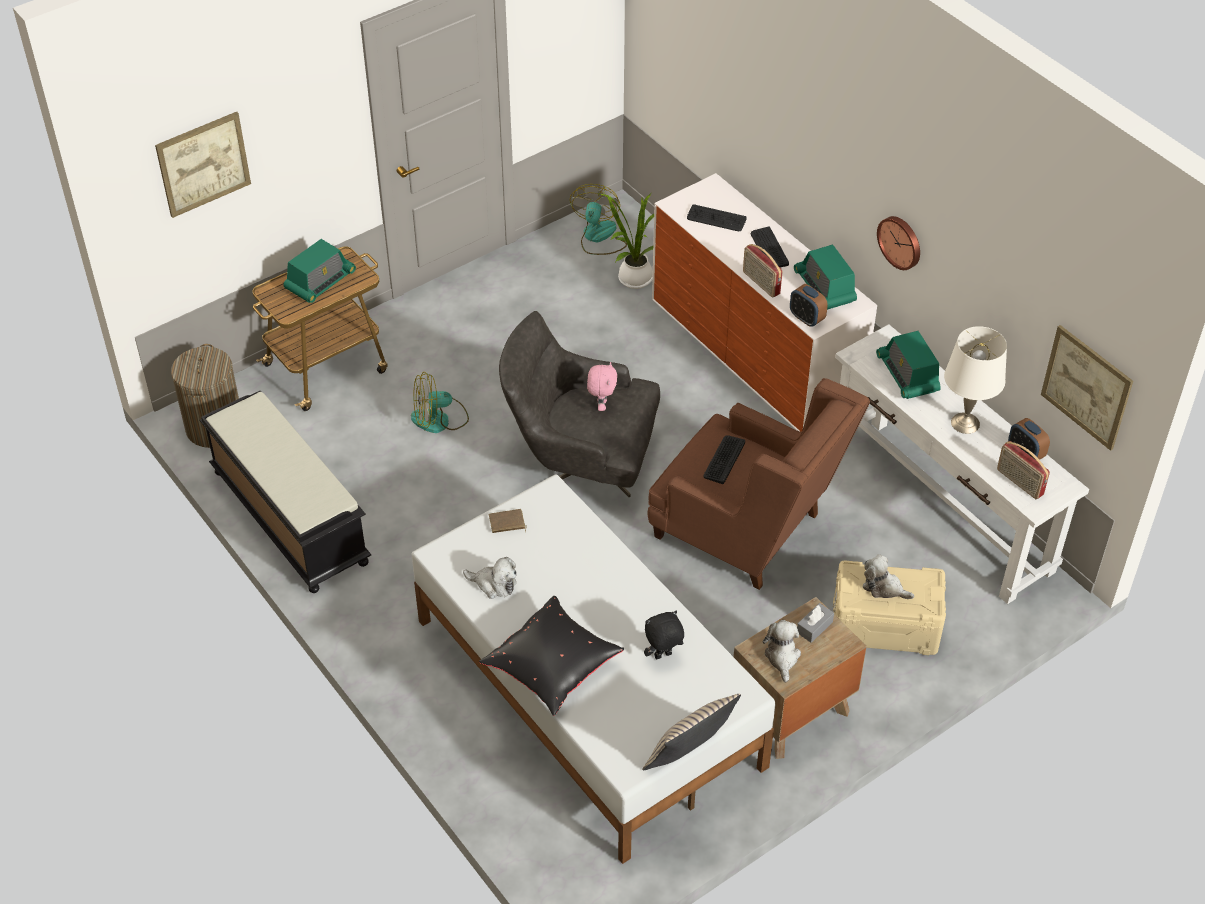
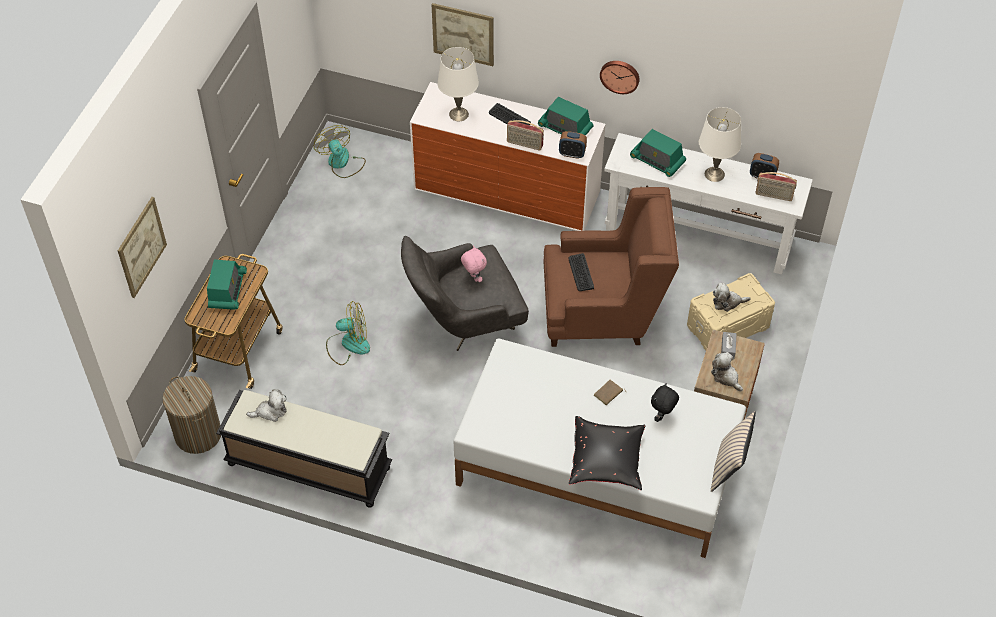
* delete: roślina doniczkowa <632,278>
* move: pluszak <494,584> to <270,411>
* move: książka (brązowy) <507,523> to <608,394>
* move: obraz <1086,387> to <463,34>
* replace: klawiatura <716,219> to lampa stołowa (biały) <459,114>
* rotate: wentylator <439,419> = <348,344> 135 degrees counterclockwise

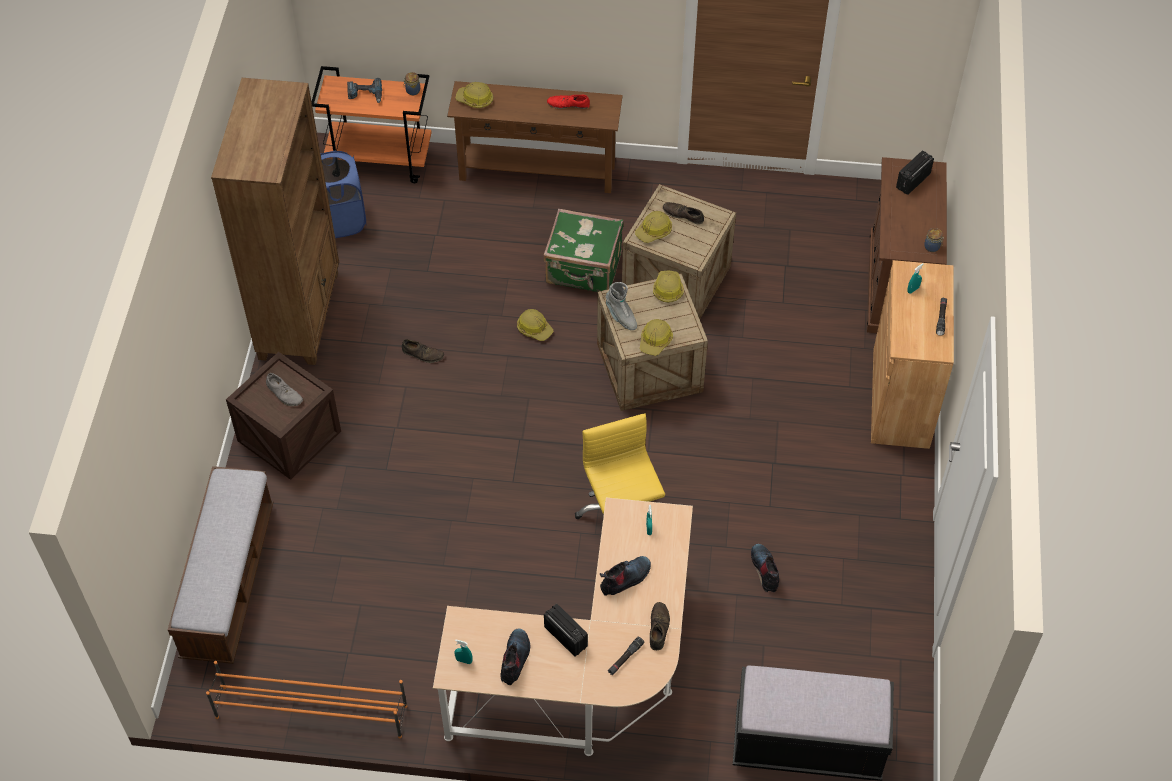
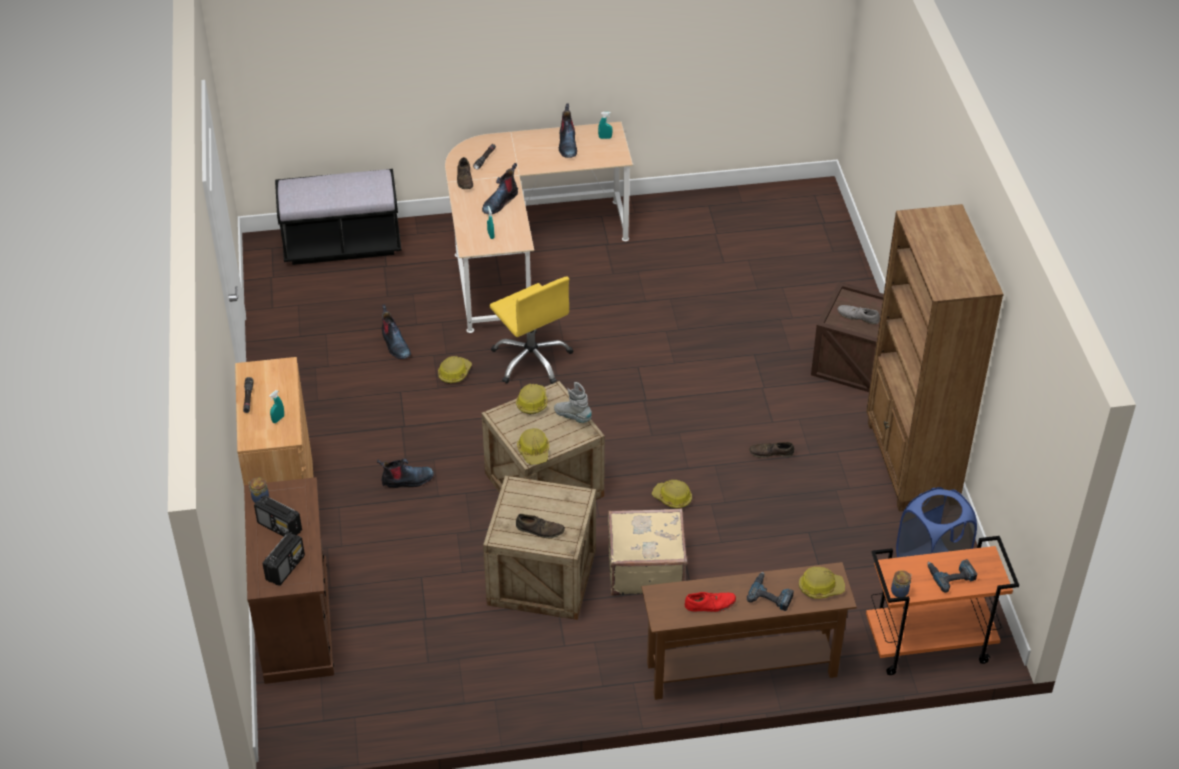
* delete: ławka <229,581>
* delete: regał na buty (pomarańczowy) <310,711>
* insert: but z cholewką <406,481>
* insert: wiertarka <771,594>
* move: radio <565,636> to <280,527>
* move: kask <654,231> to <454,373>
* recolor: walizka (zielony) <584,269> to walizka (beżowy) <645,568>

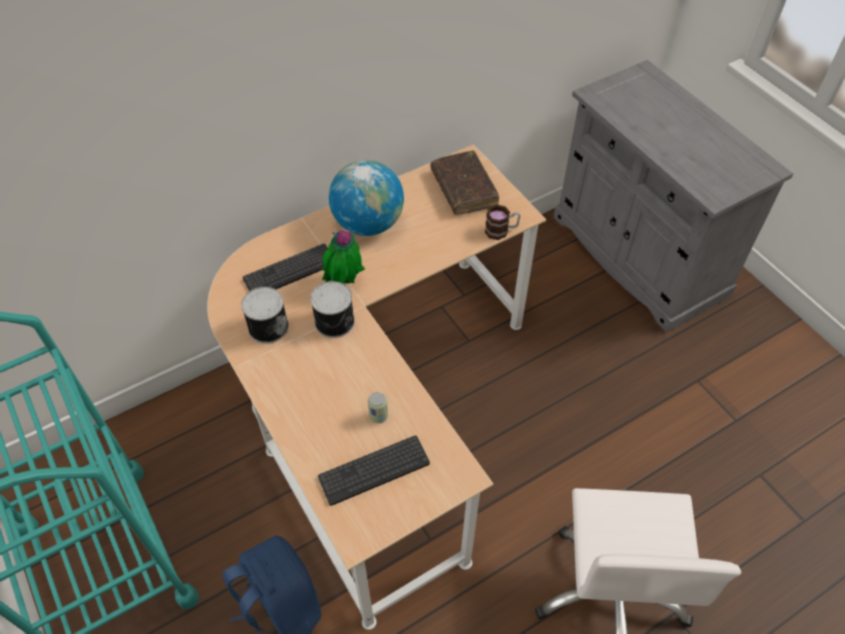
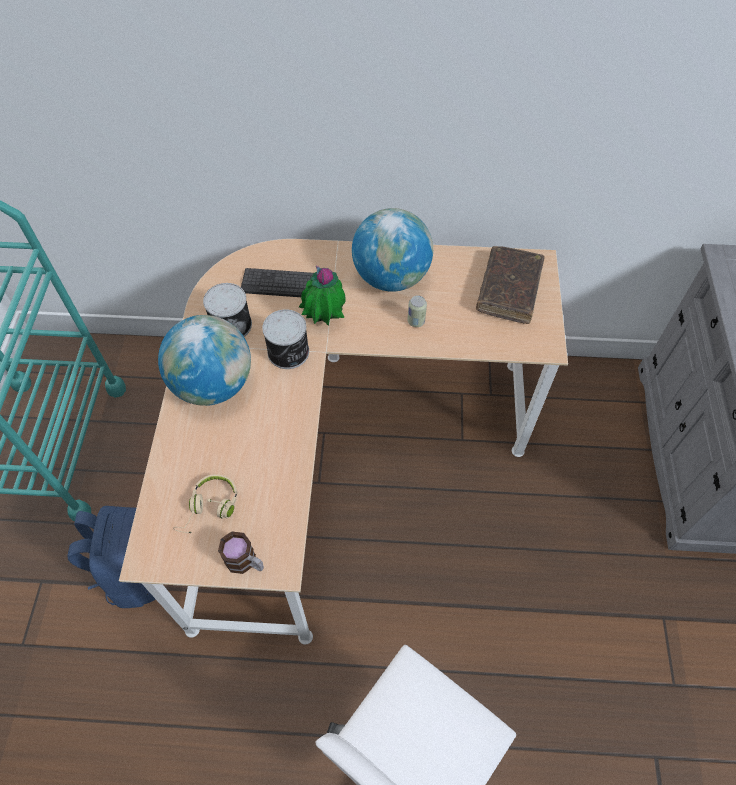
* insert: globus <213,384>
* move: puszka <378,416> to <416,321>
* move: kubek <501,231> to <246,562>
* replace: klawiatura <374,470> to słuchawki (beżowy) <210,508>

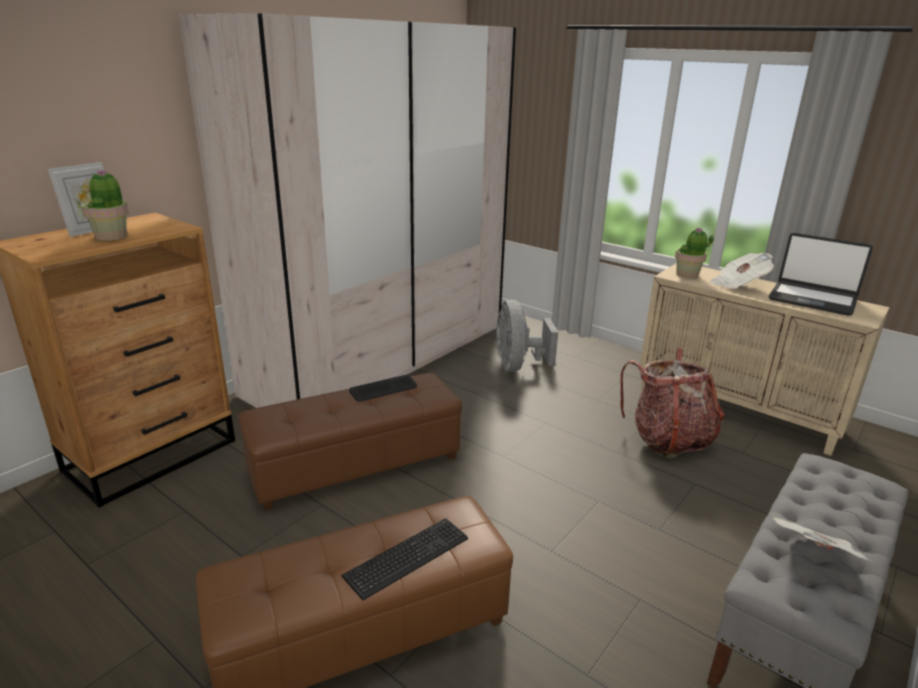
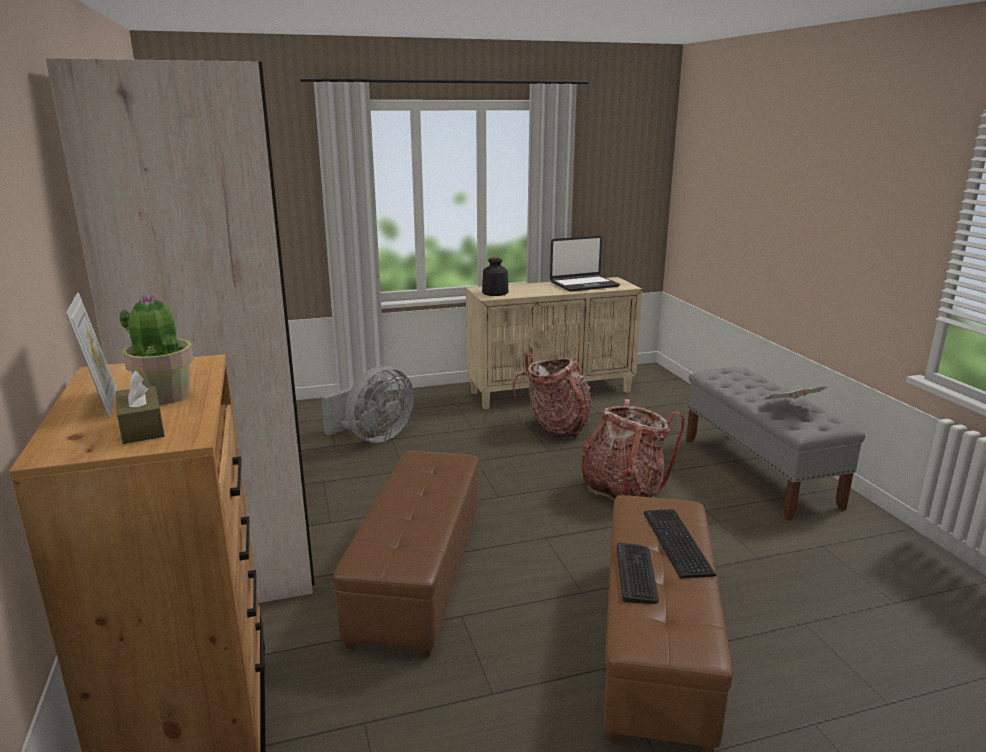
* delete: gazeta <738,284>
* insert: pudełko chusteczek (brązowy) <142,427>
* insert: plecak <623,489>
* move: klawiatura <383,389> to <636,573>
* replace: roślina doniczkowa <687,275> to butelka <495,293>
* rotate: wentylator (szary) <518,366> = <374,437> 75 degrees counterclockwise

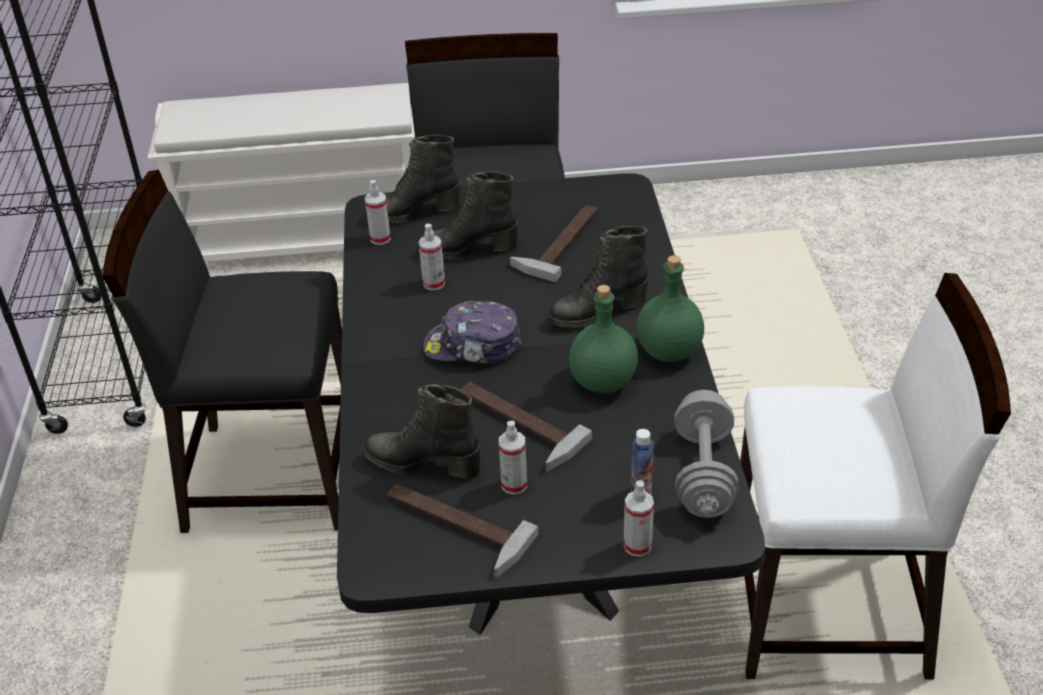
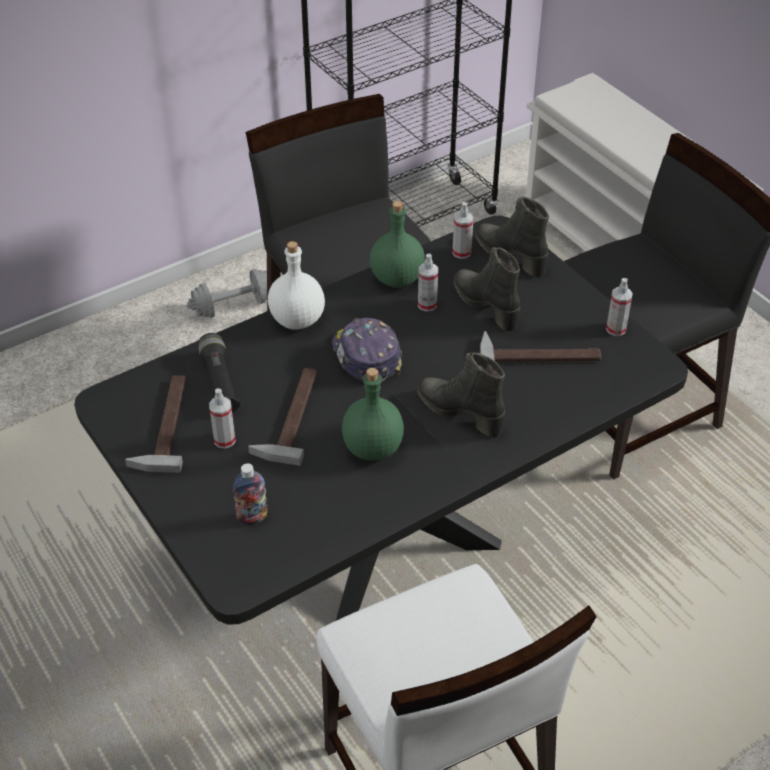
* insert: butelka (biały) <296,320>
* move: spryskiwacz <637,546> to <616,329>
* move: butelka (zielony) <669,352> to <396,279>
* move: hantel (szary) <703,473> to <233,306>
* replace: but z cholewką (czarny) <423,463> to latarka (czarny) <219,383>

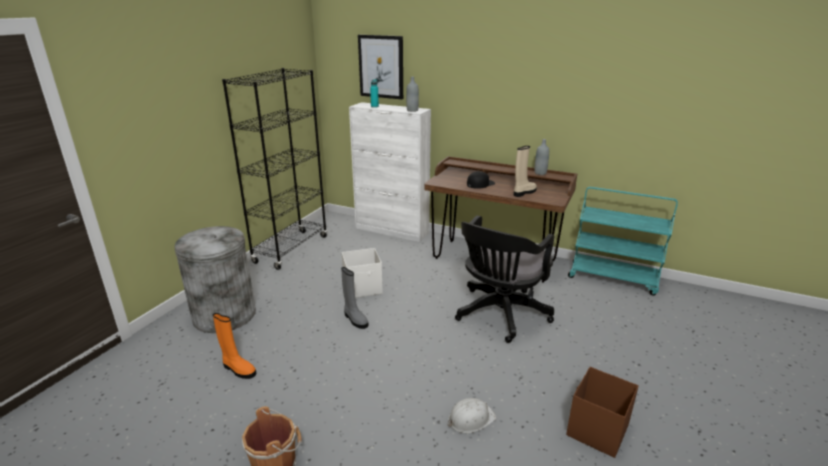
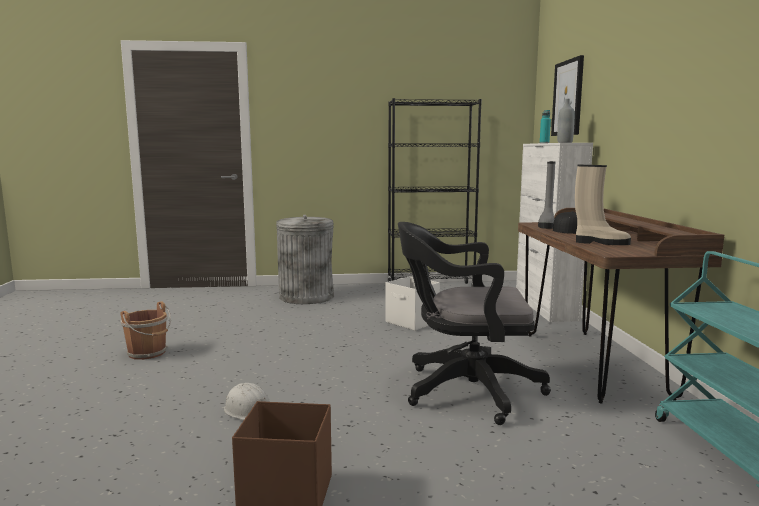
* delete: but z cholewką (pomarańczowy) <238,369>
* delete: butelka (szary) <540,173>
* move: but z cholewką (szary) <355,319> to <547,225>

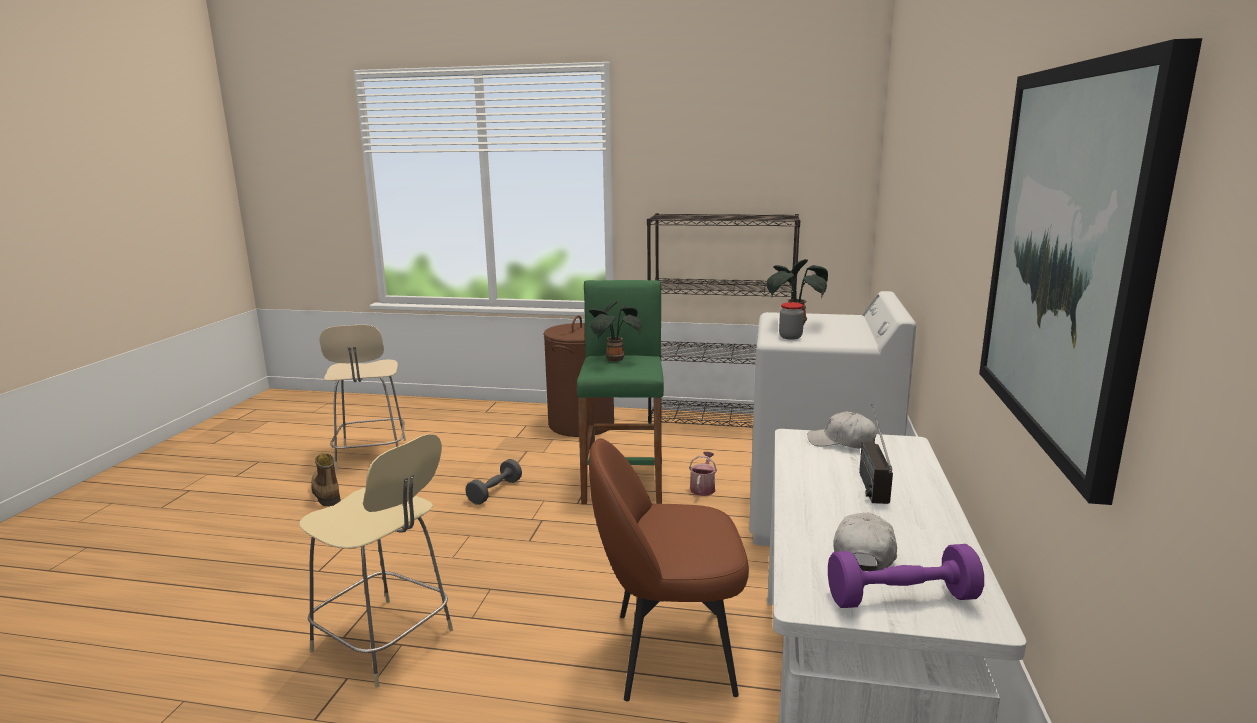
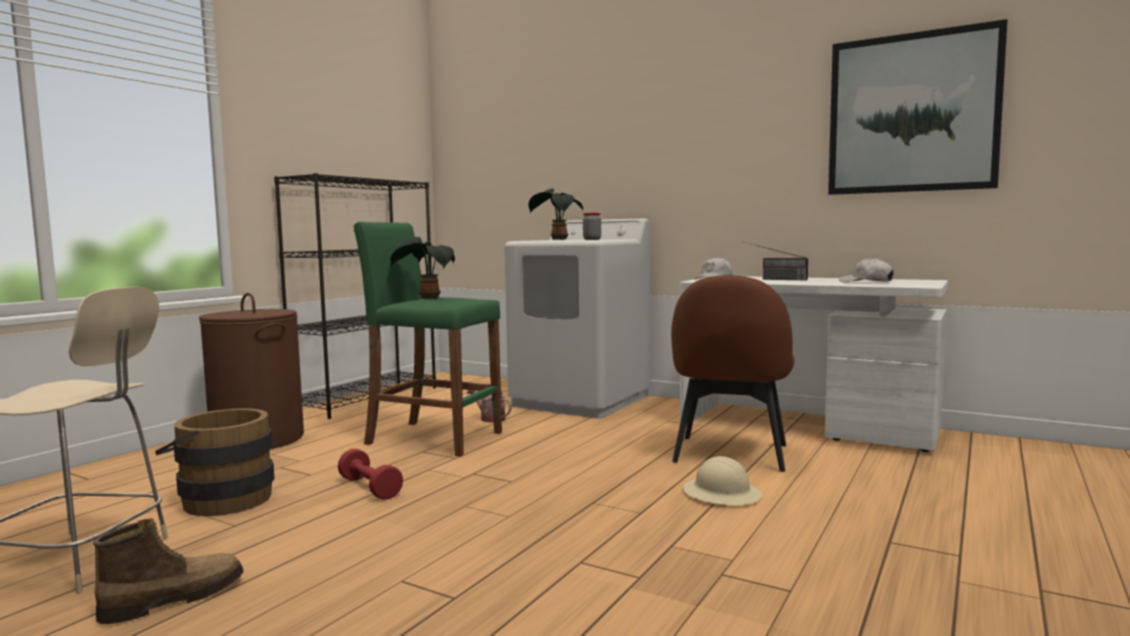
* delete: stołek (beżowy) <386,642>
* delete: hantel (fioletowy) <901,599>
* insert: wiadro (brązowy) <220,499>
* insert: kask (beżowy) <722,494>
* recolor: hantel (szary) <495,492> to hantel (czerwony) <370,488>
* rotate: but z cholewką <325,493> = <173,599> 150 degrees clockwise

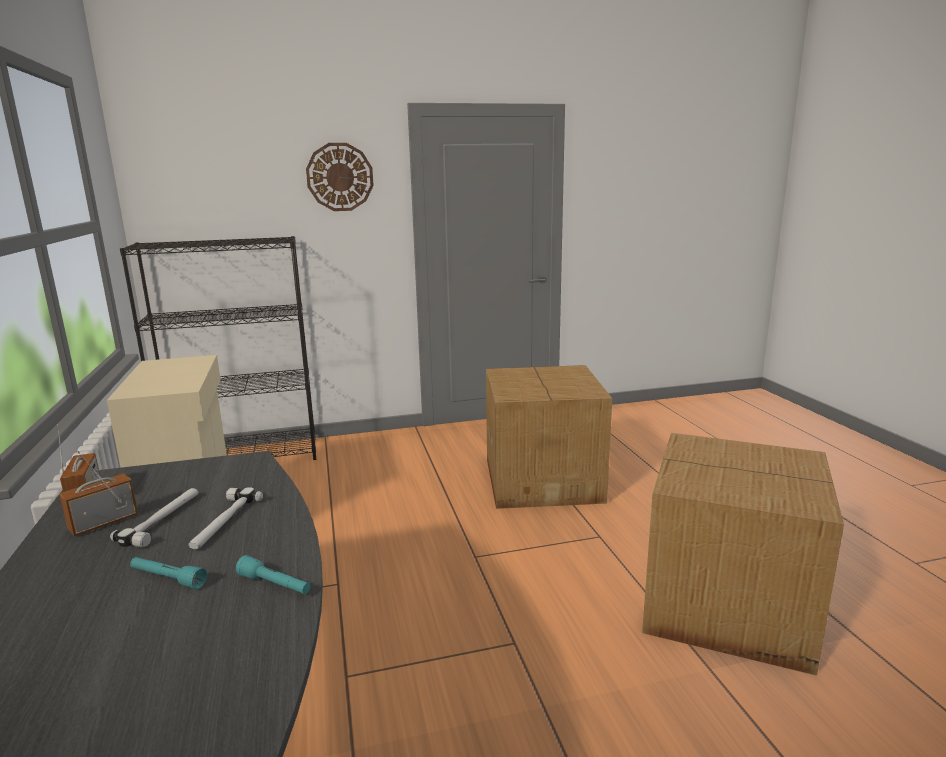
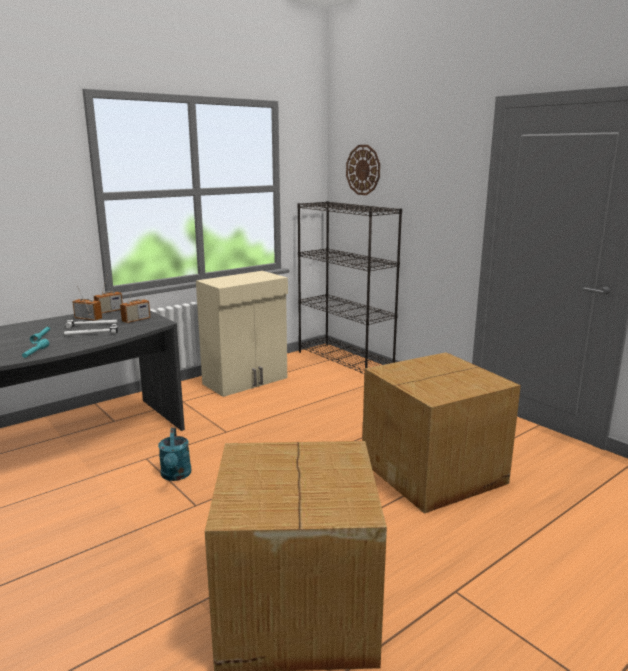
* insert: radio <136,320>
* insert: konewka (turkusowy) <176,476>
* move: zegar ścienny <340,177> to <363,170>

